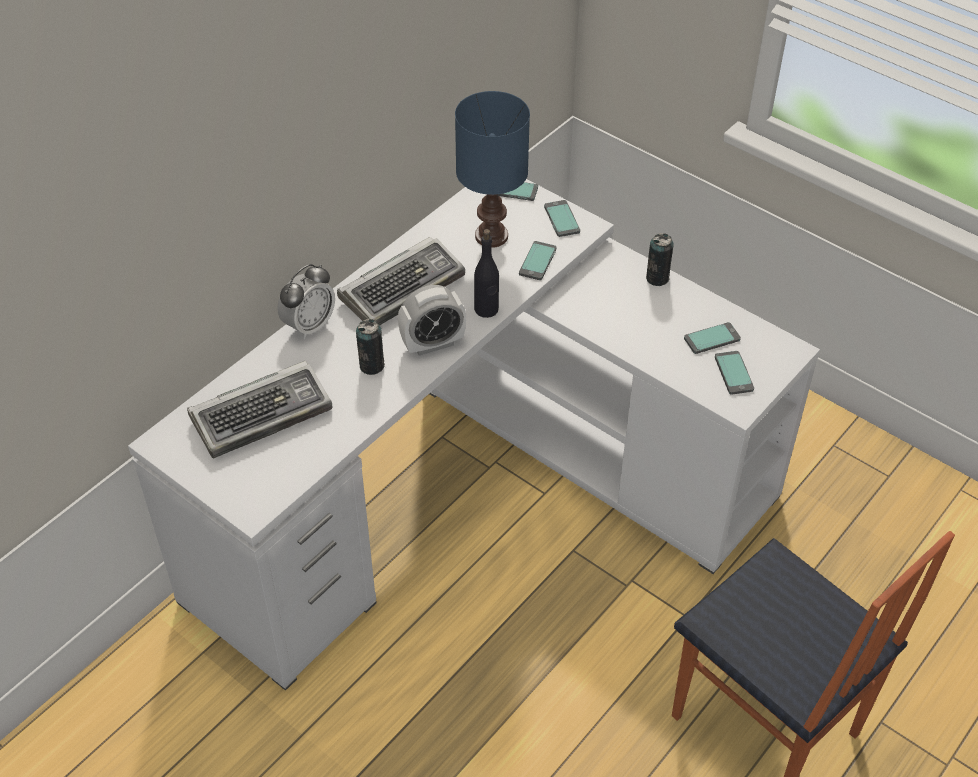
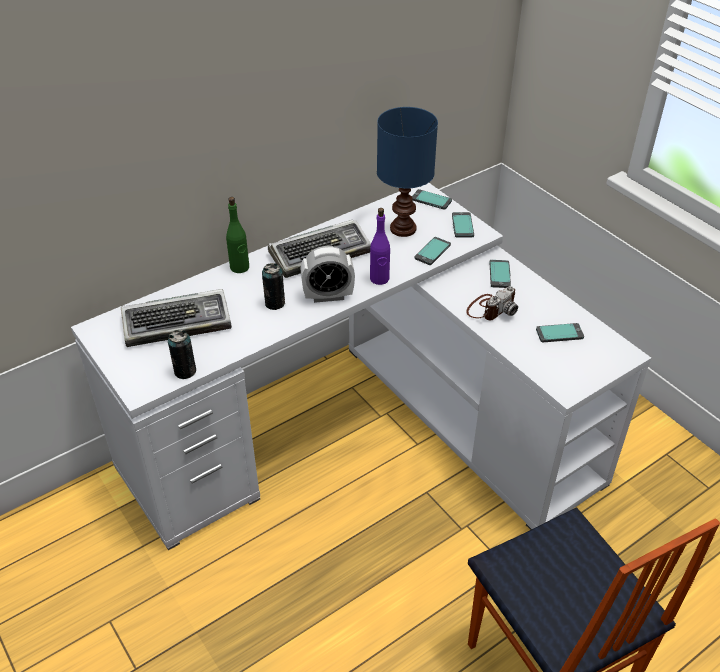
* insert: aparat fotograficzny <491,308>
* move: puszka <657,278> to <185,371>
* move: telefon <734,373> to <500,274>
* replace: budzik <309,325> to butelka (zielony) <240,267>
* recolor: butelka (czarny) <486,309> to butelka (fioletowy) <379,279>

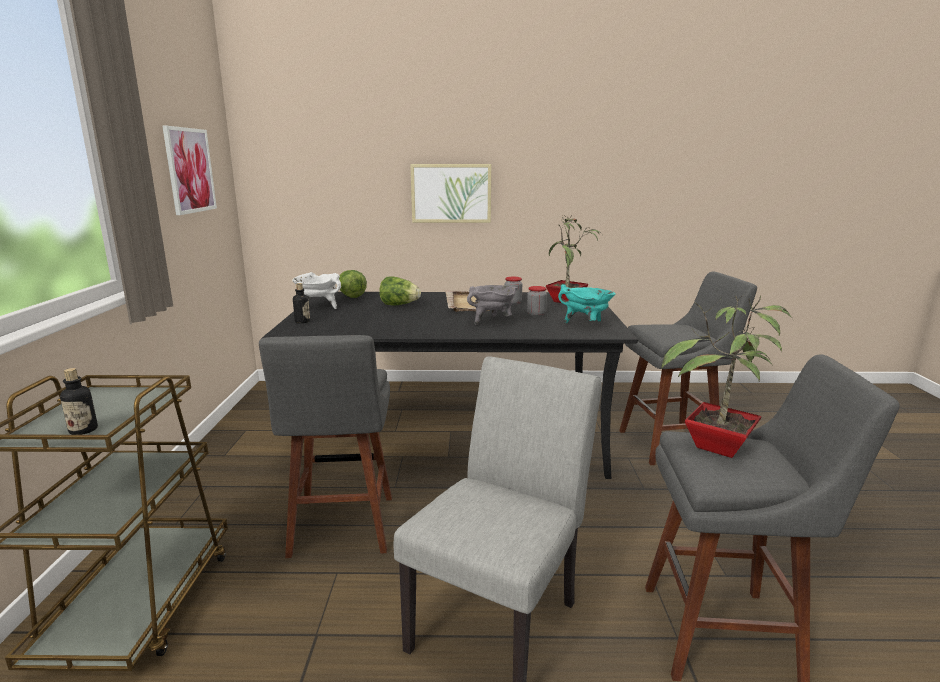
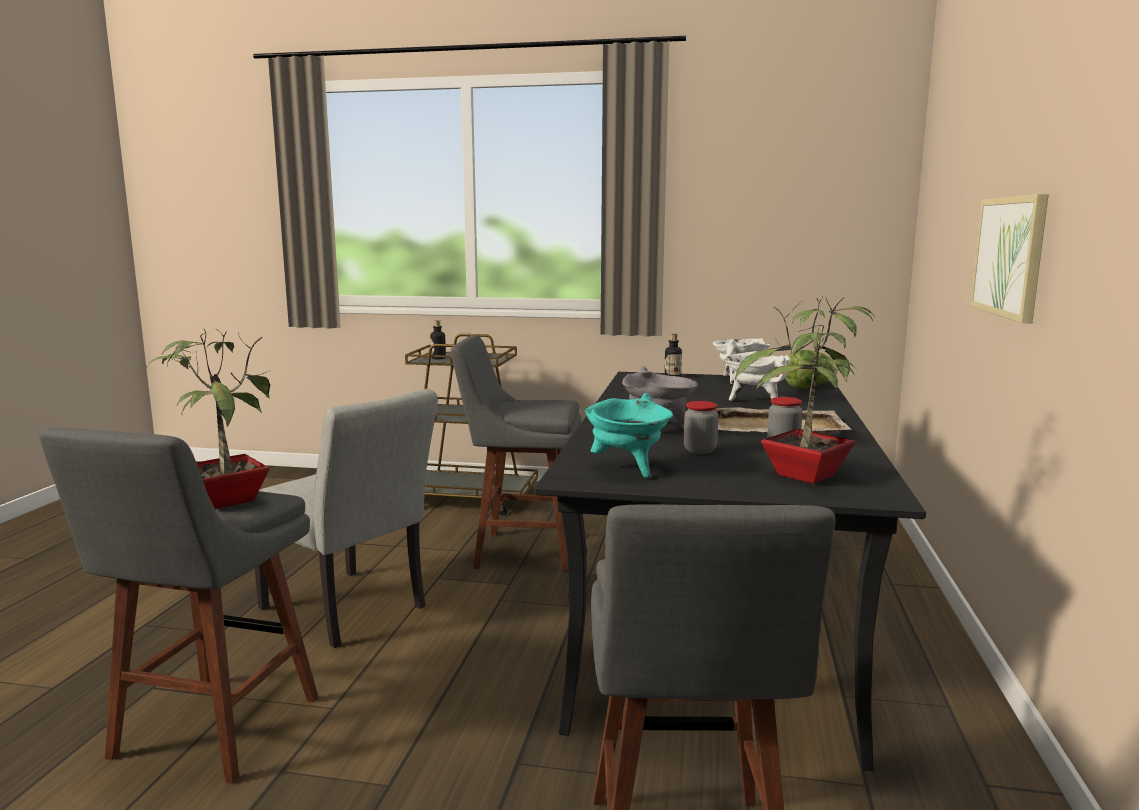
* delete: obraz <189,170>
* replace: sałata <399,305> to garnek (biały) <755,401>

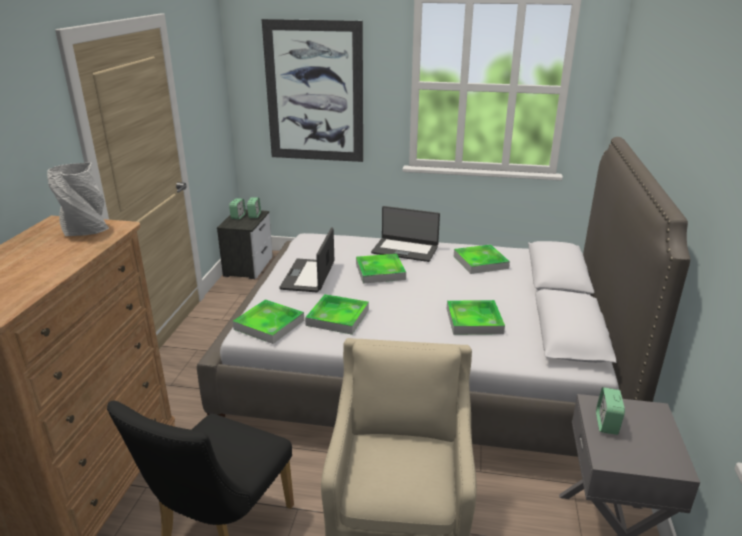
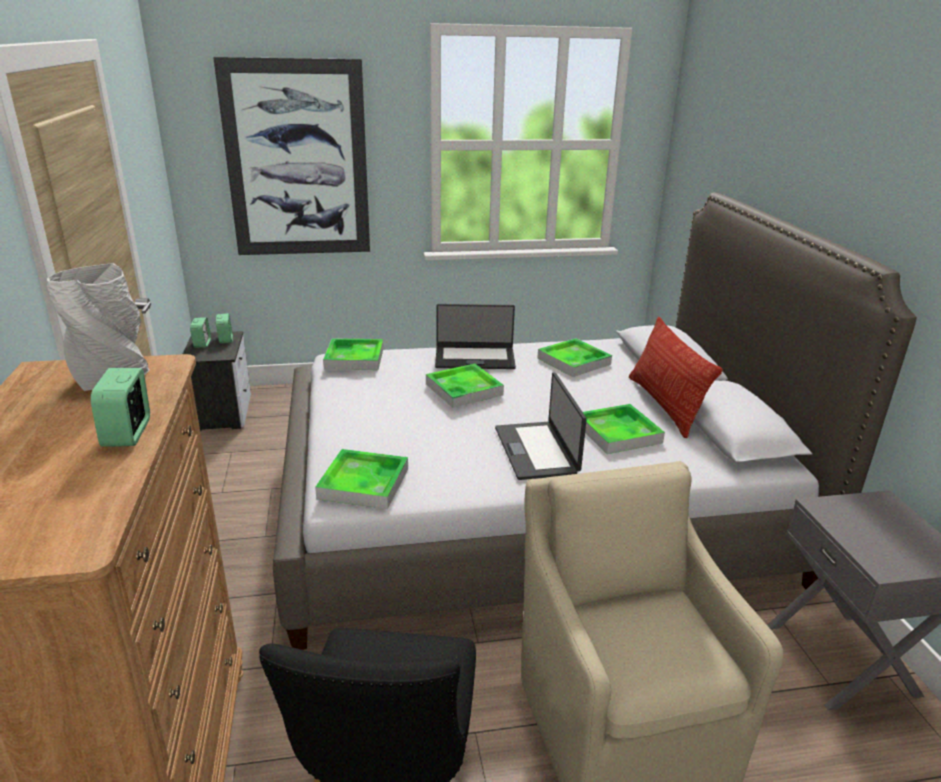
* insert: poduszka <664,405>
* move: laptop <309,276> to <537,450>
* move: taca <337,317> to <354,358>
* move: budzik <606,424> to <128,433>

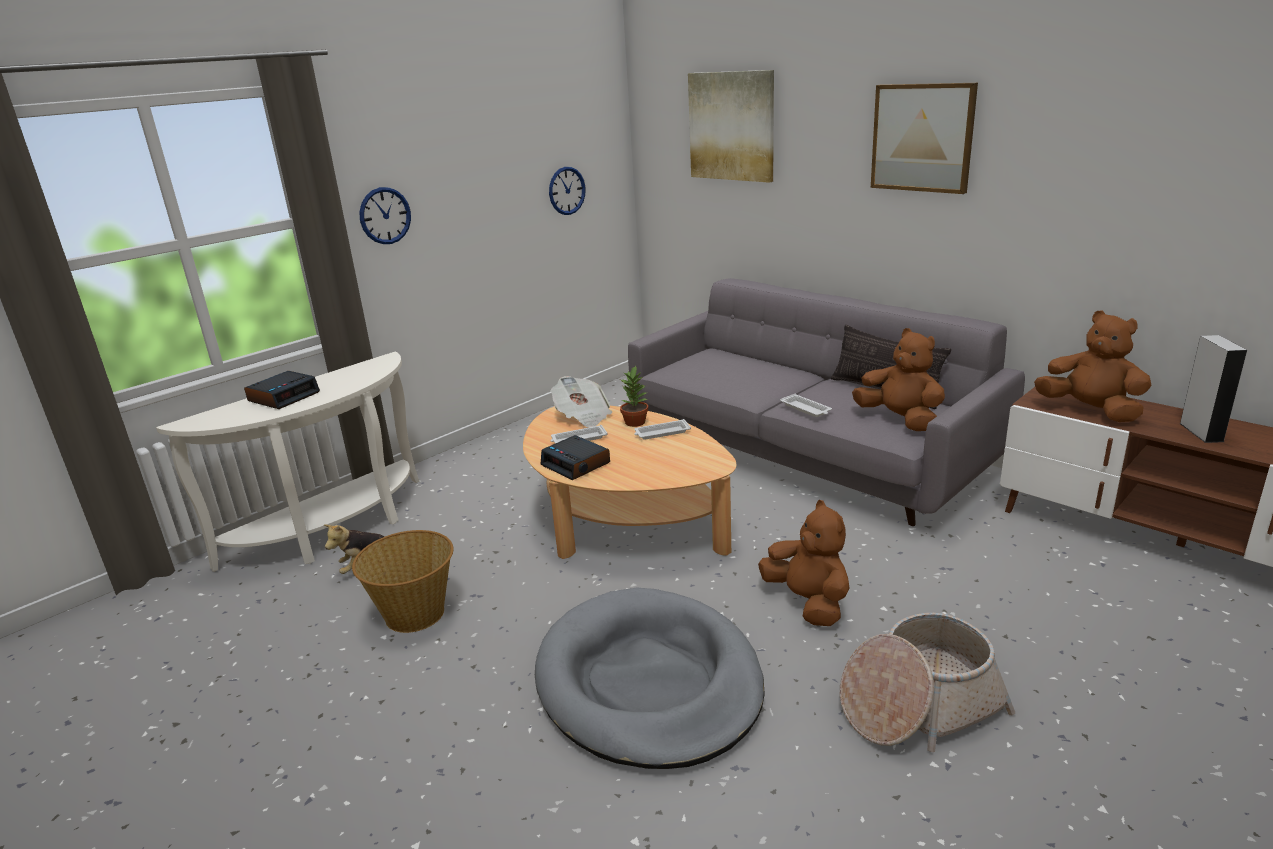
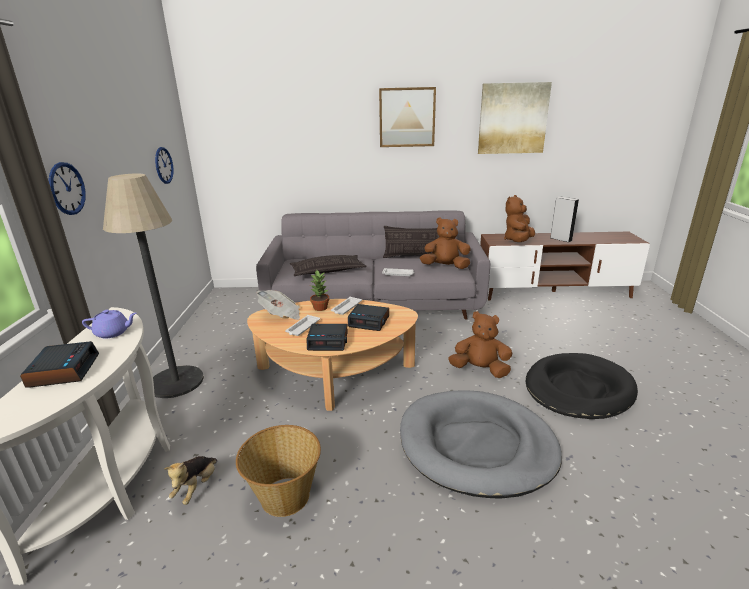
* insert: imbryk (fioletowy) <113,333>
* insert: lampa stojąca <176,382>
* insert: poduszka <327,271>
* insert: budzik <369,321>
* move: obraz <732,126> to <512,118>
* replace: koszyk <918,705> to legowisko (czarny) <578,389>
* rotate: pluszak (brązowy) <1090,411> = <518,241> 60 degrees counterclockwise

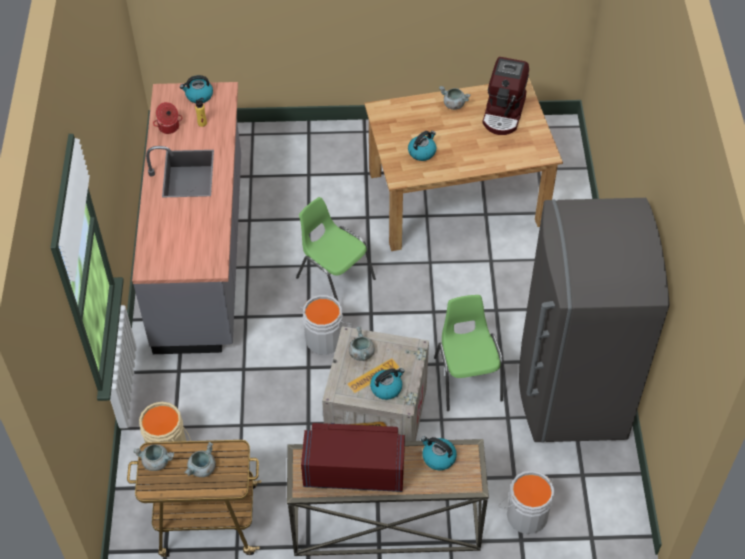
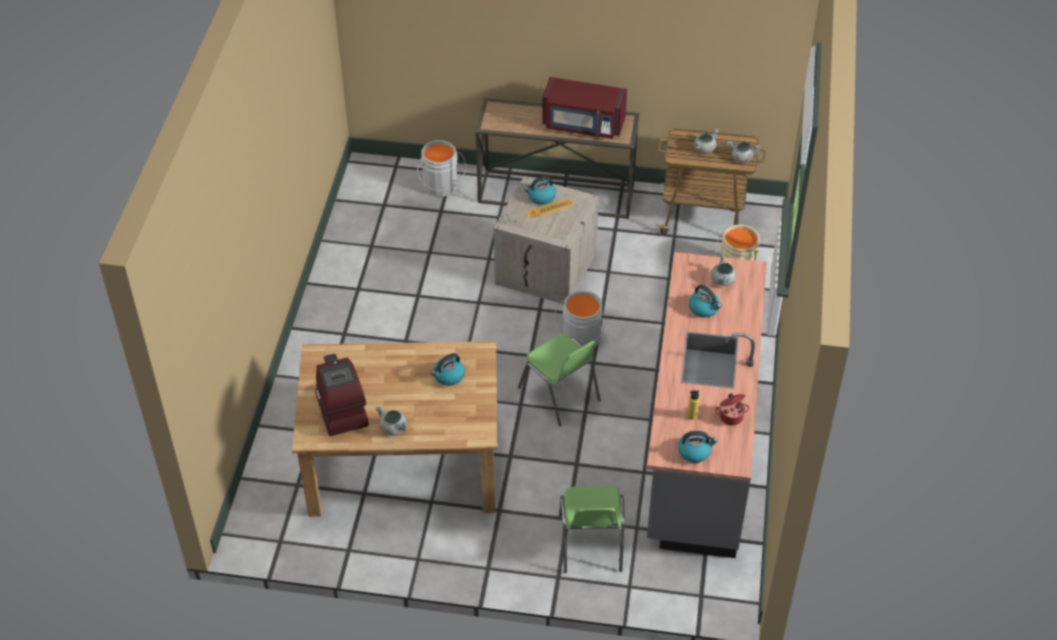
* delete: lodówka (szary) <571,391>
* move: garnek (szary) <361,353> to <723,281>
* move: czajnik <438,457> to <704,308>
* move: krzesło (zielony) <467,378> to <590,544>
* rotate: ekspres do kawy <504,113> = <340,409> 45 degrees counterclockwise

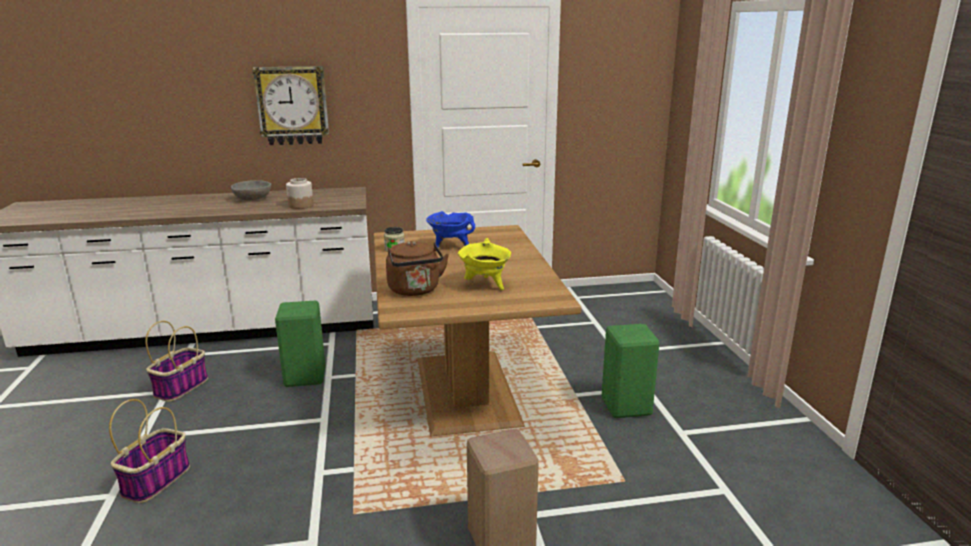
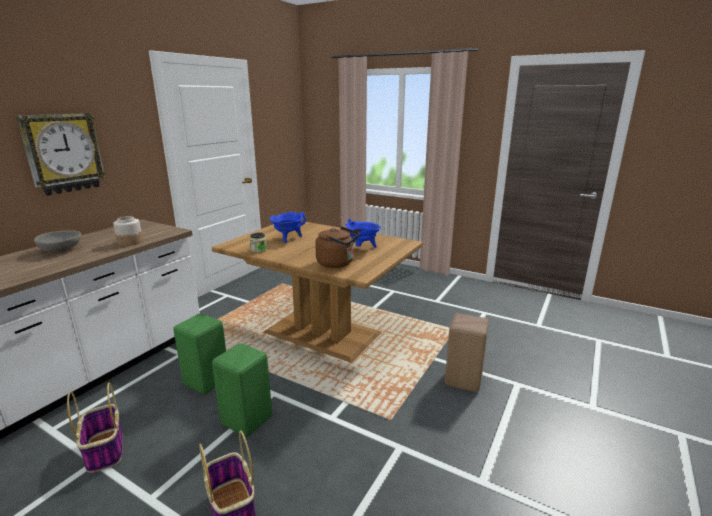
* move: stołek (zielony) <627,407> to <248,420>
* recolor: garnek (żółty) <485,285> to garnek (niebieski) <362,248>

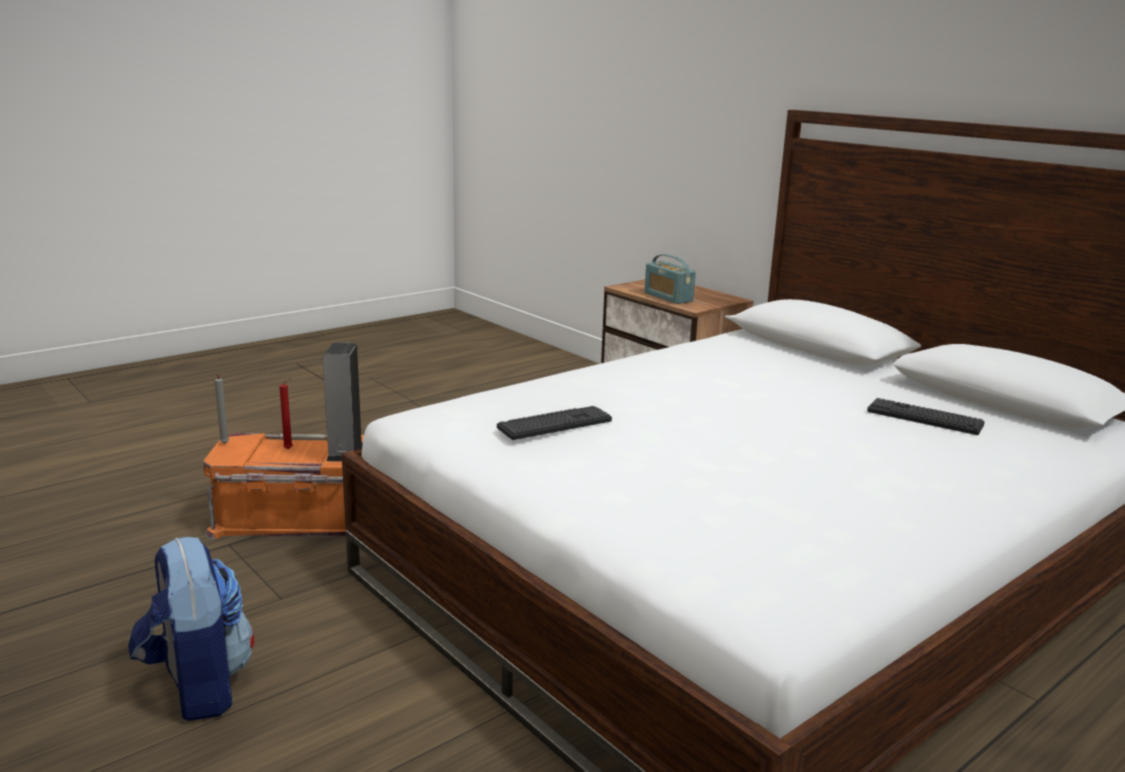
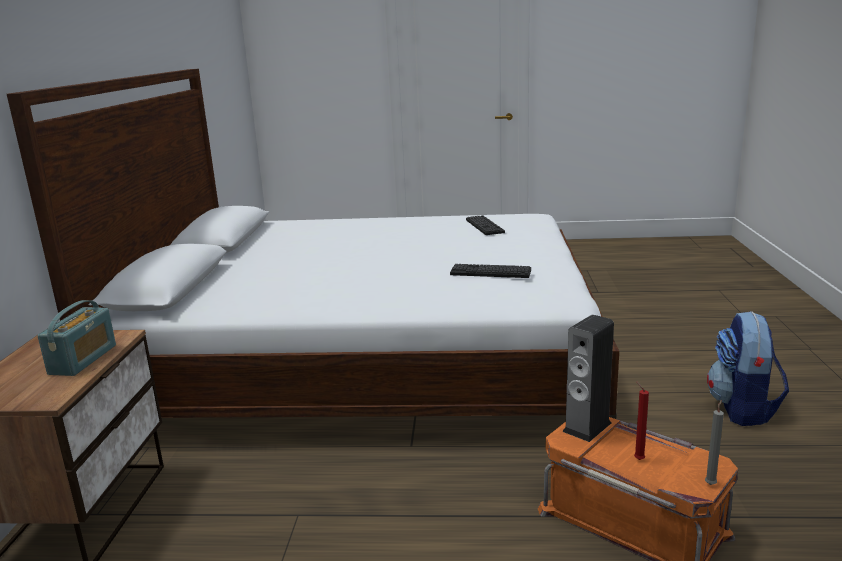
* move: klawiatura <924,418> to <484,226>

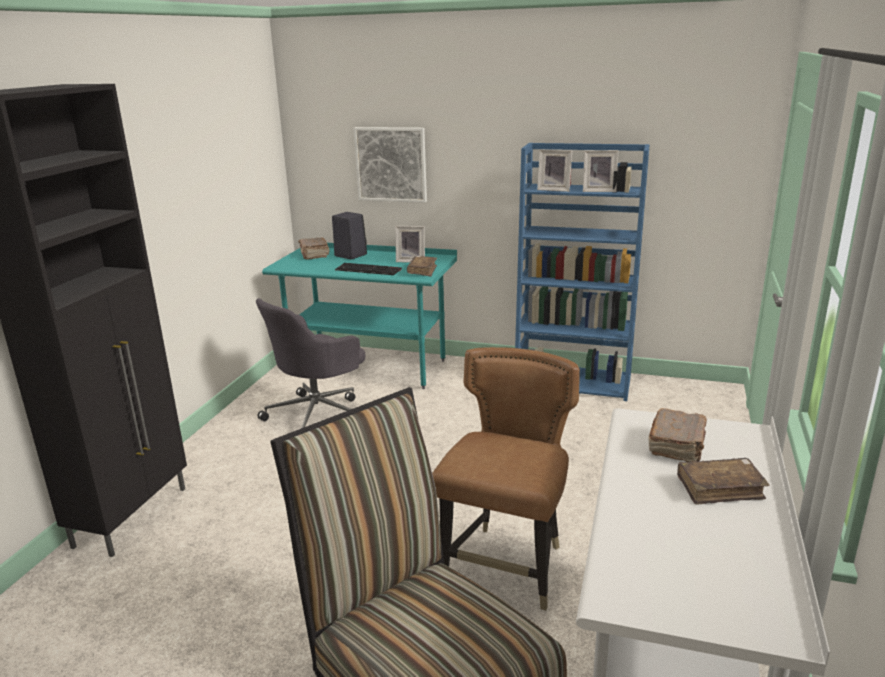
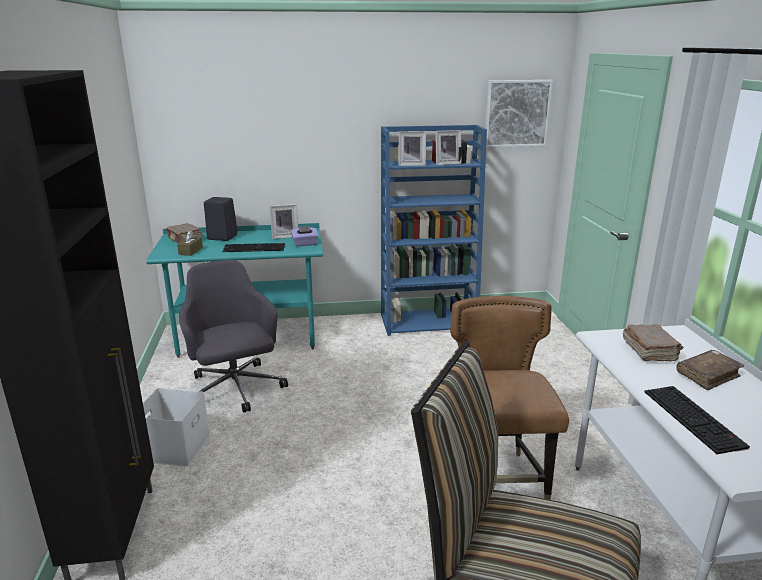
* insert: pojemnik do przechowywania (biały) <175,446>
* insert: pudełko chusteczek (brązowy) <190,251>
* insert: klawiatura <695,419>
* move: obraz <391,164> to <517,113>
* replace: książka (brązowy) <422,271> to pudełko chusteczek (fioletowy) <305,244>
* rotate: krzesło biurowe (szary) <318,415> = <235,390> 135 degrees clockwise

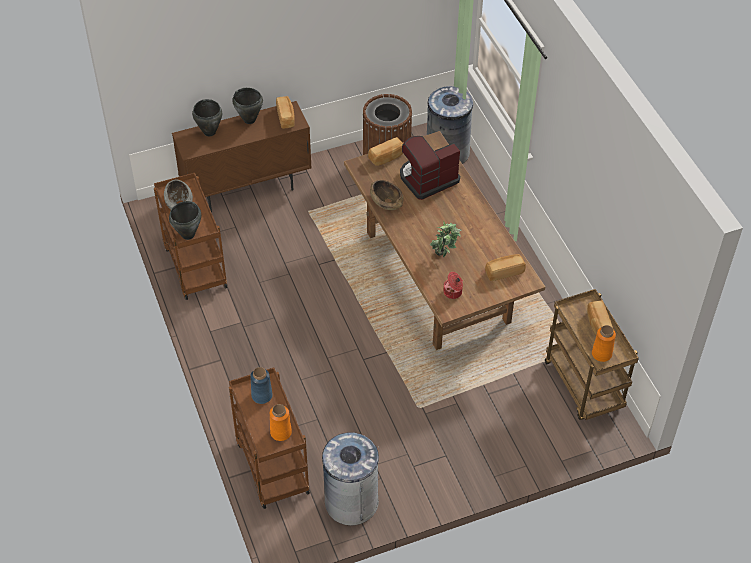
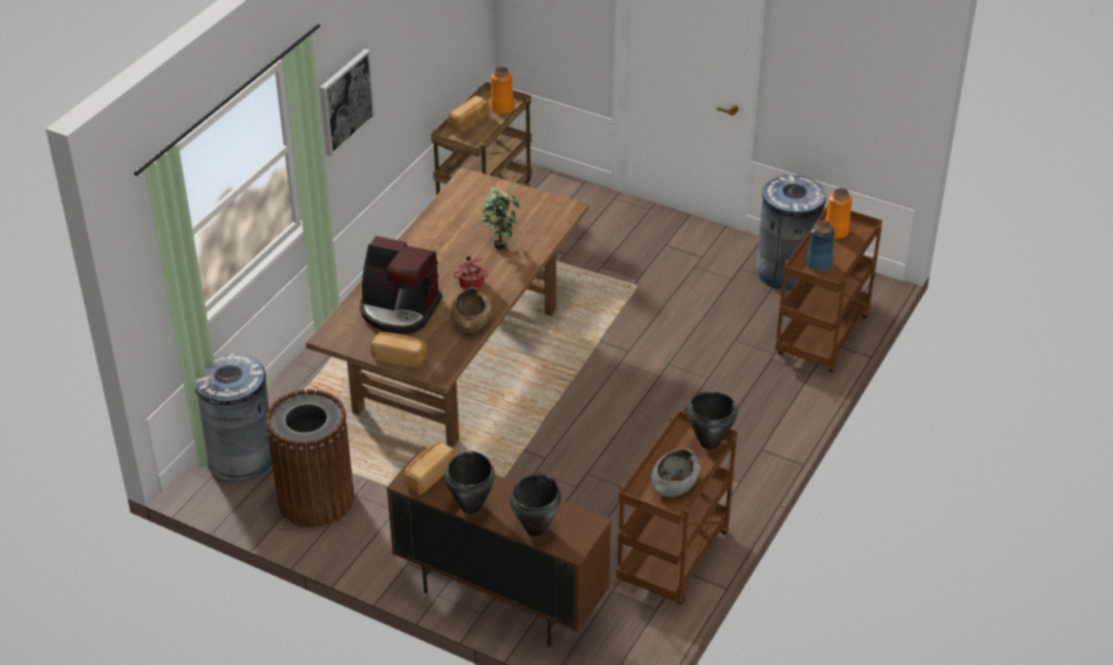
* delete: chleb <504,272>
* insert: obraz <345,101>
* move: garnek <453,292> to <471,282>

